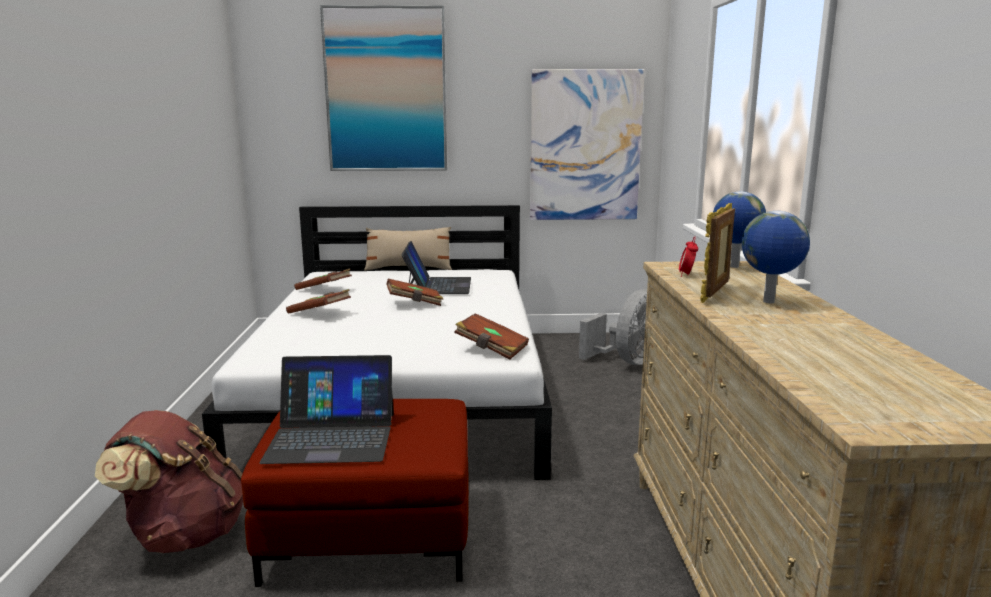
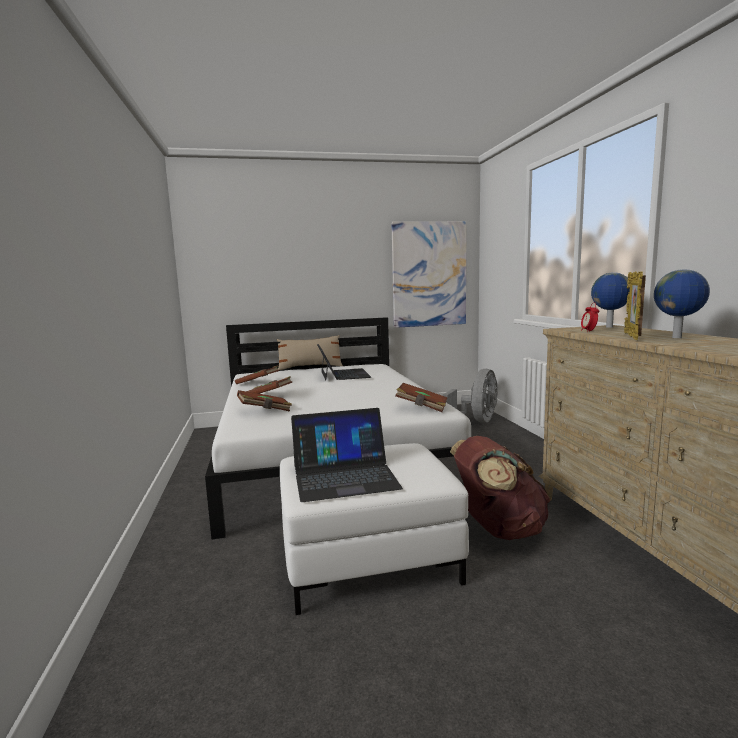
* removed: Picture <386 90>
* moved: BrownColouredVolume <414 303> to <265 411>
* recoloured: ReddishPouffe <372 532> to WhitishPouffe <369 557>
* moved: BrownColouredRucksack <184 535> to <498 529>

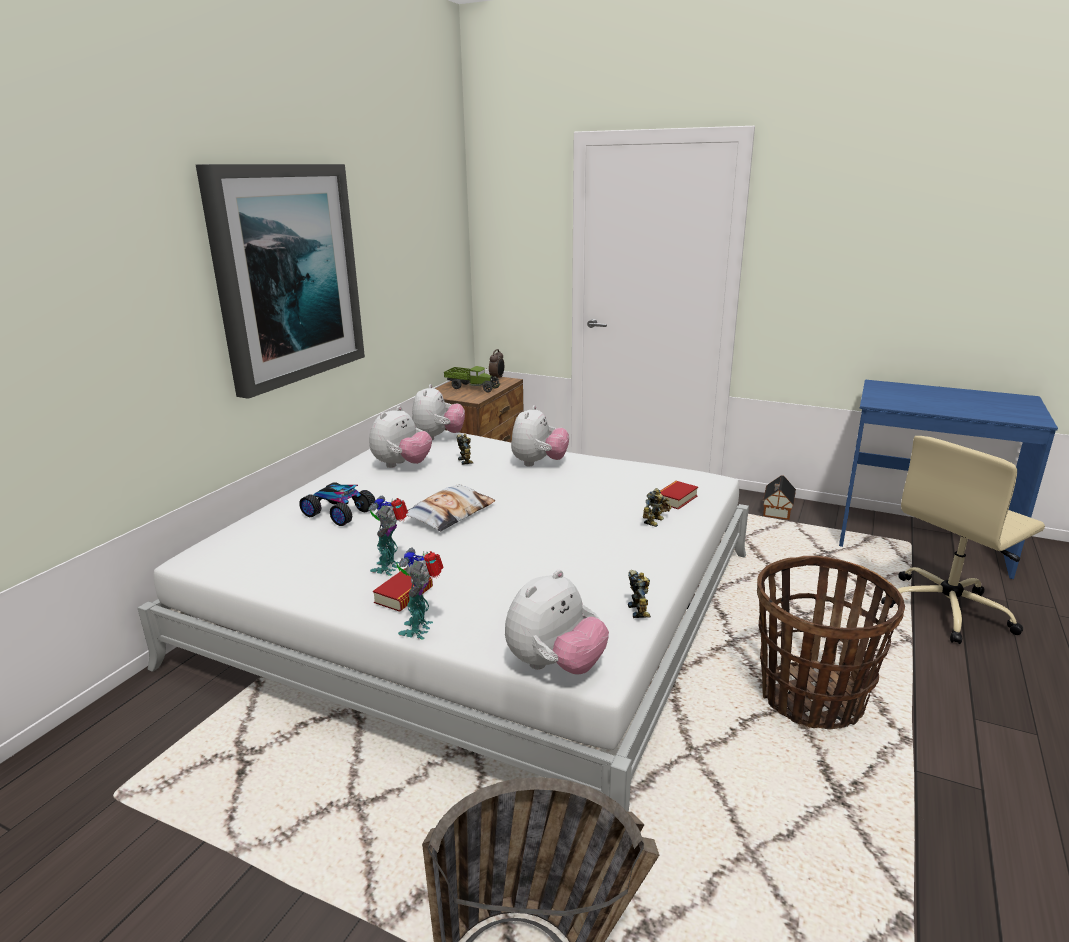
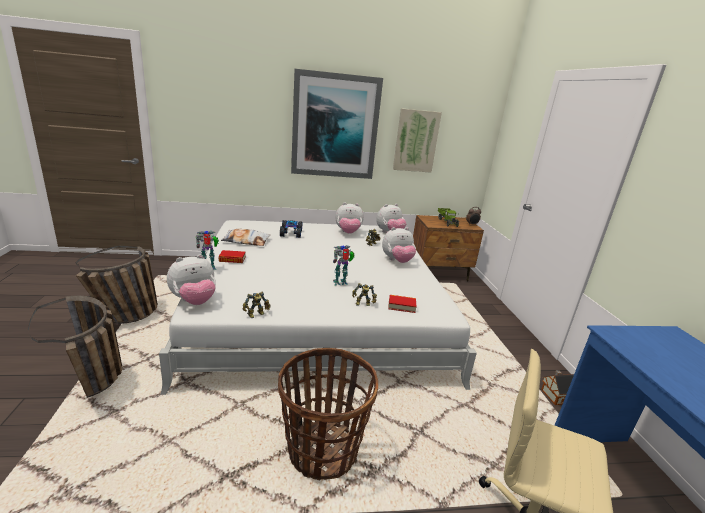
* moved: Cushion <450 513> to <246 241>
* moved: RobotFigure <390 567> to <341 283>
* turned: SoftToy <555 665> = <194 301> 45 degrees counterclockwise
* added: Picture <416 141>
* added: StorageBasket <127 318>

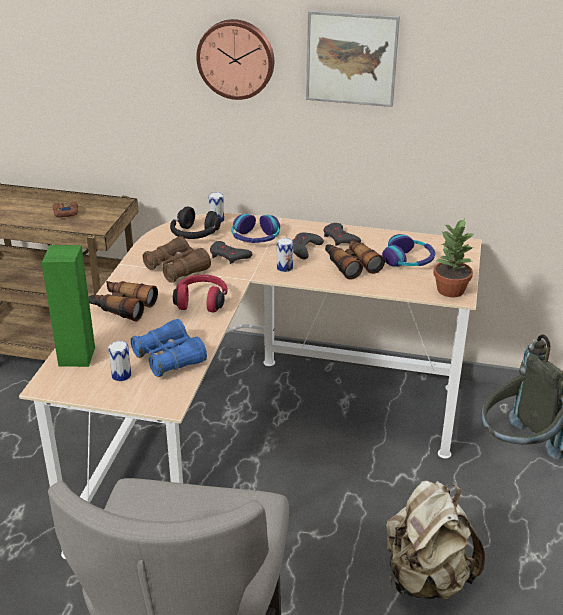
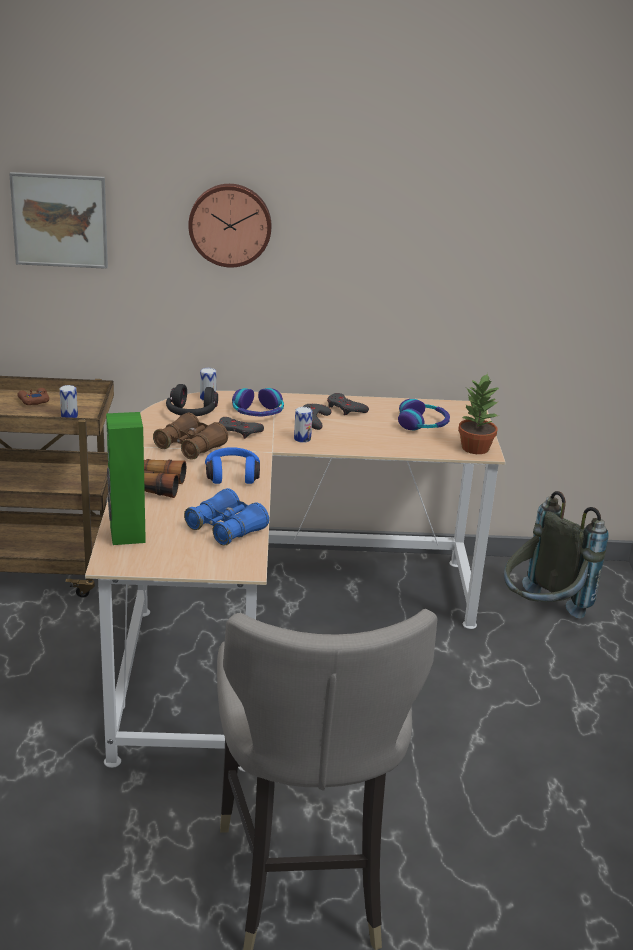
* moved: Picture <351 58> to <60 220>
* removed: FieldGlasses <351 264>
* recoloured: ReddishHeadset <201 301> to BlueHeadset <232 475>
* moved: Can <121 375> to <69 416>
* removed: SandColouredRucksack <426 579>

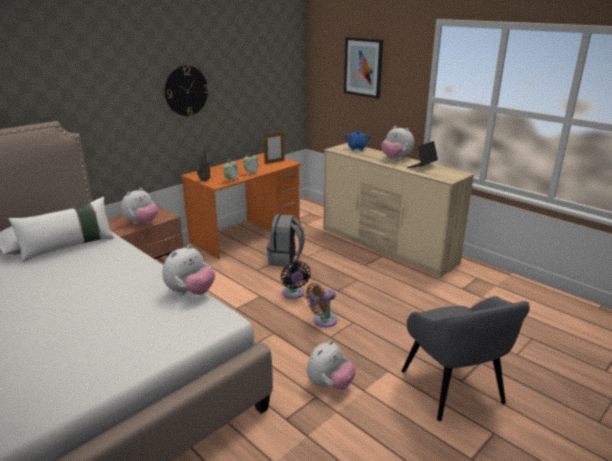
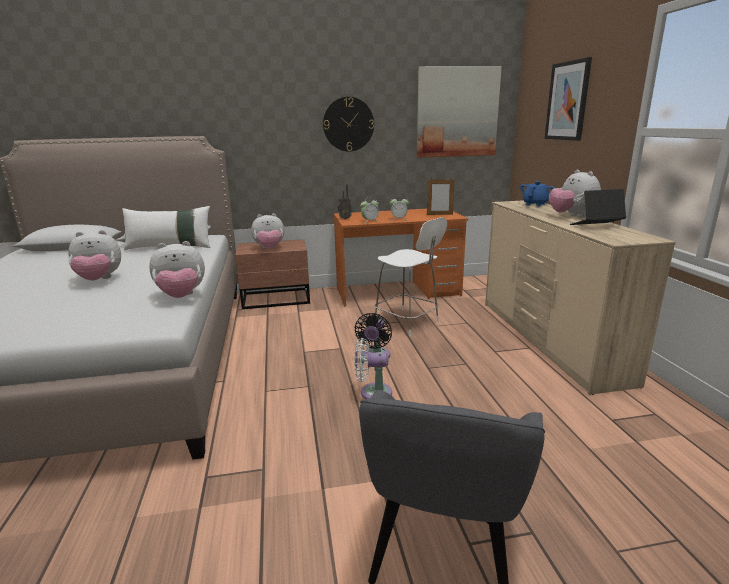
* replaced: GrayRucksack <285 259> to WhitishPlainChair <408 323>
* recoloured: BrownColouredElectricFan <322 321> to WhitishElectricFan <372 392>
* moved: SoftToy <329 384> to <99 280>
* added: Picture <457 112>

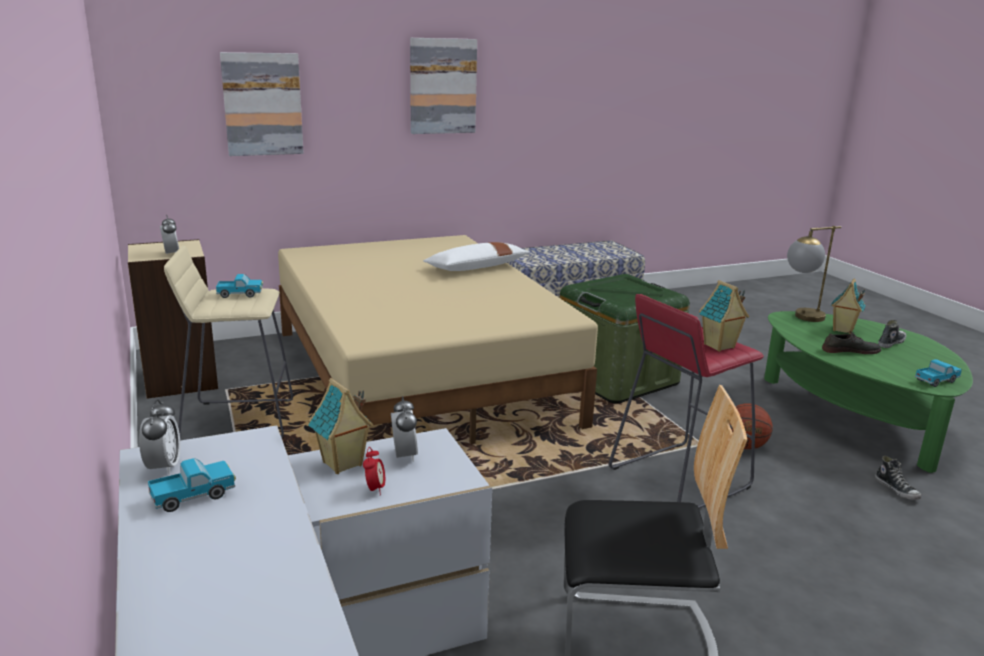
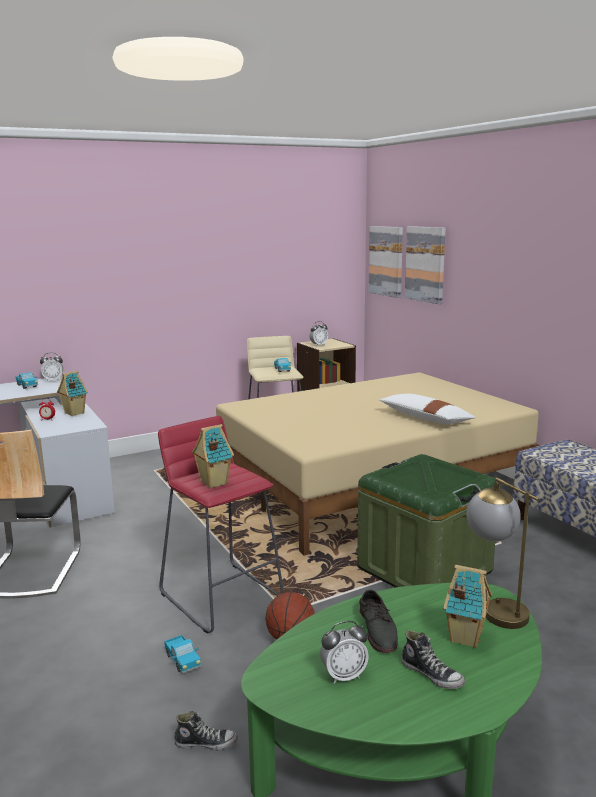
* moved: Picture <442 86> to <386 261>
* moved: ToyLorry <936 381> to <183 661>
* moved: AlarmClock <404 456> to <344 676>
* turned: Shoe <897 490> = <206 743> 150 degrees counterclockwise

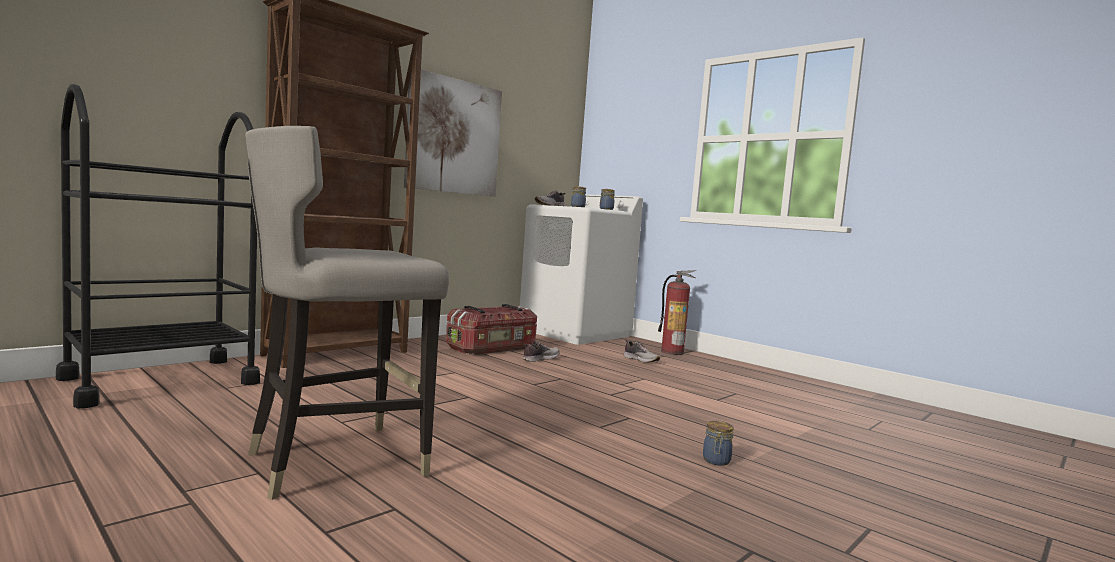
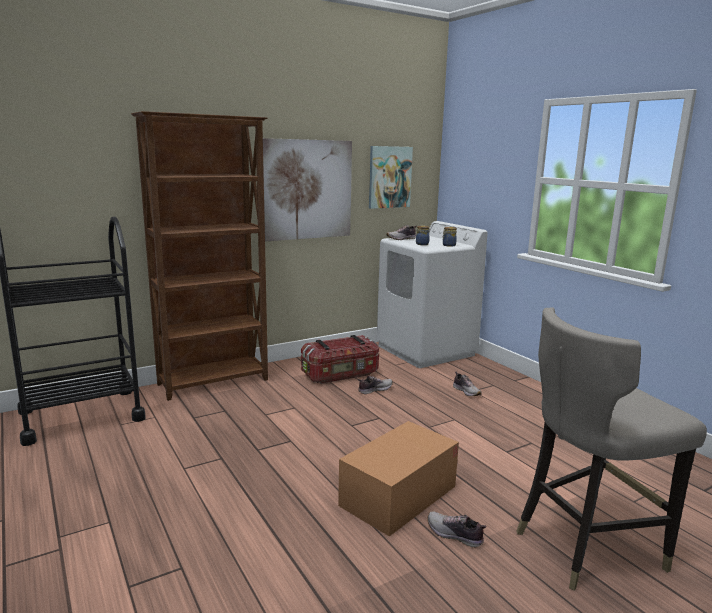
* moved: GrayStoolSeat <335 461> to <585 547>
* removed: FireExtinguisher <672 352>
* replaced: PreserveJar <716 461> to Shoe <454 535>
* added: Picture <389 177>
* added: CardboardBox <398 495>

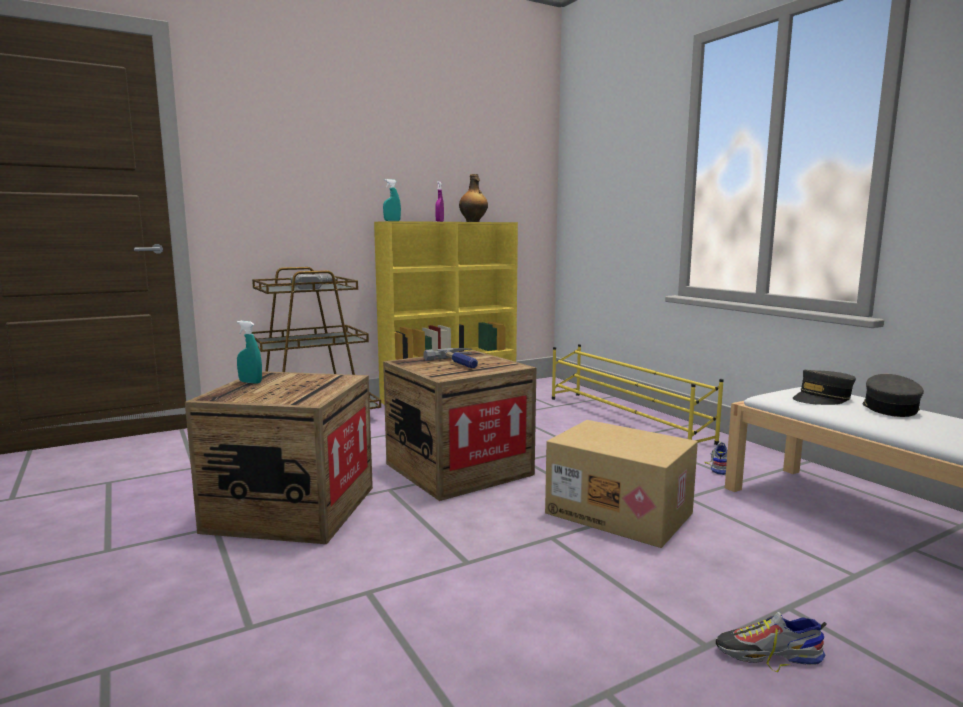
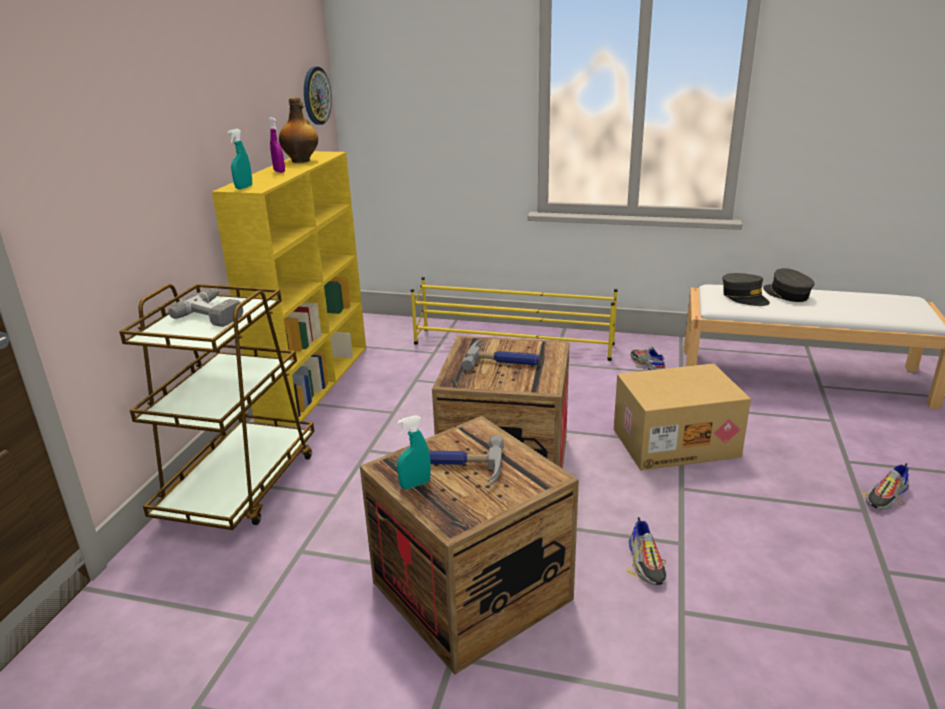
* turned: GrayPeakedCap <822 398> = <744 297> 45 degrees counterclockwise
* added: ClockOnTheWall <316 96>
* added: Hammer <456 466>
* added: Shoe <646 562>

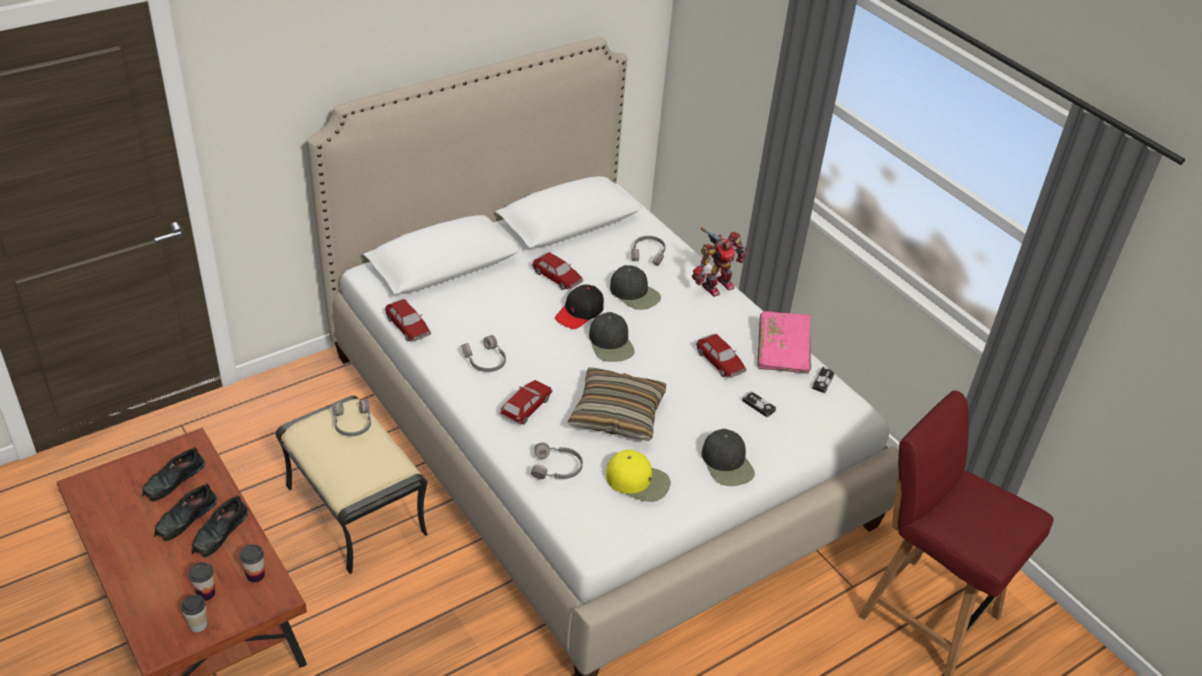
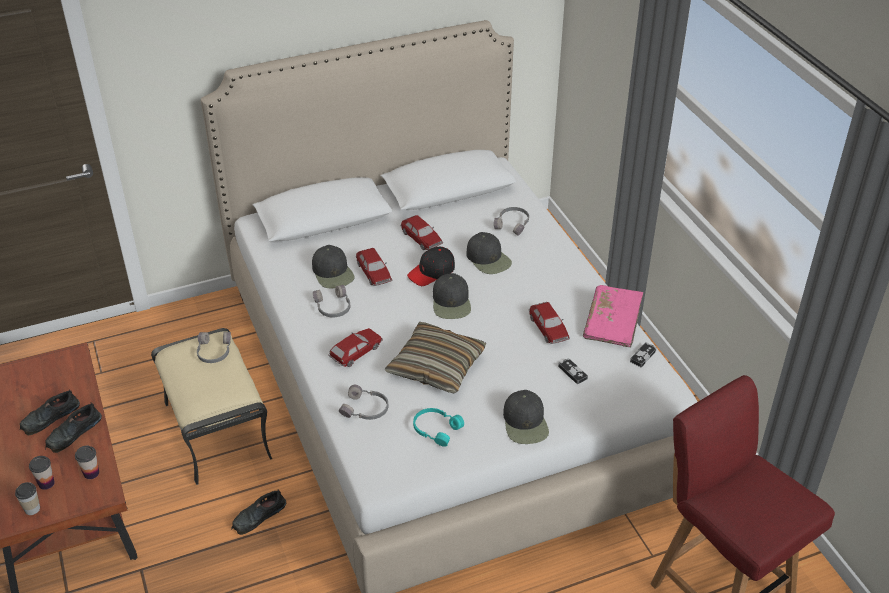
* removed: RobotFigure <716 285>
* moved: ModelCar <408 327> to <374 273>
* moved: BlackShoe <173 480> to <258 517>
* replaced: YellowColouredPeakedCap <638 481> to BlueGreenHeadset <436 429>
* added: BlackPeakedCap <333 273>

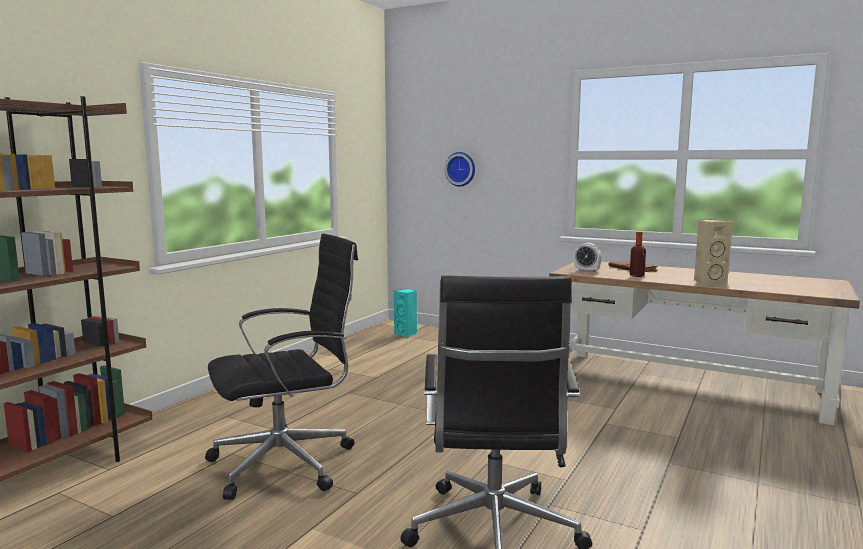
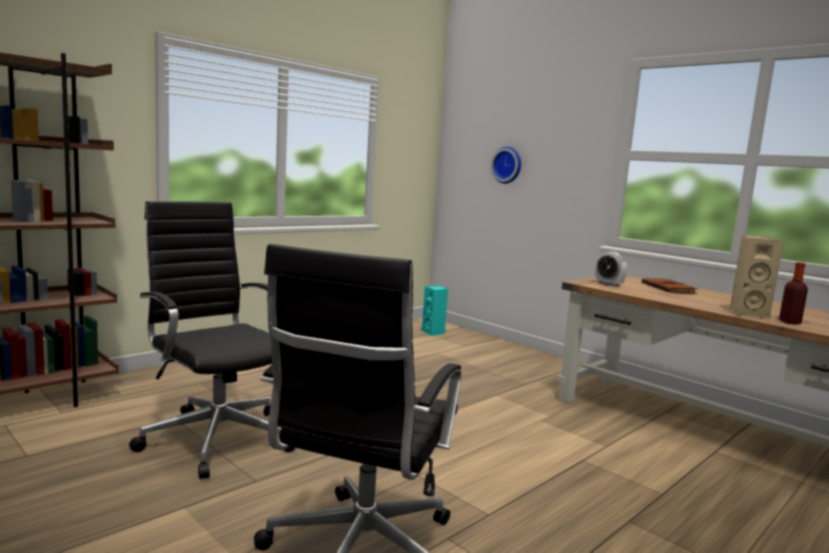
* moved: BeverageBottle <636 275> to <789 322>
* turned: BlackComputerChair <287 463> = <216 437> 120 degrees counterclockwise

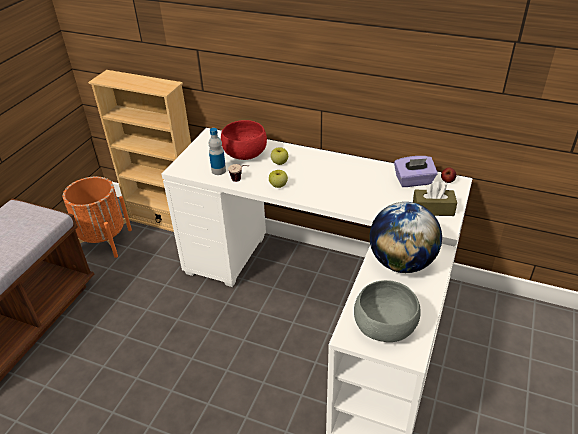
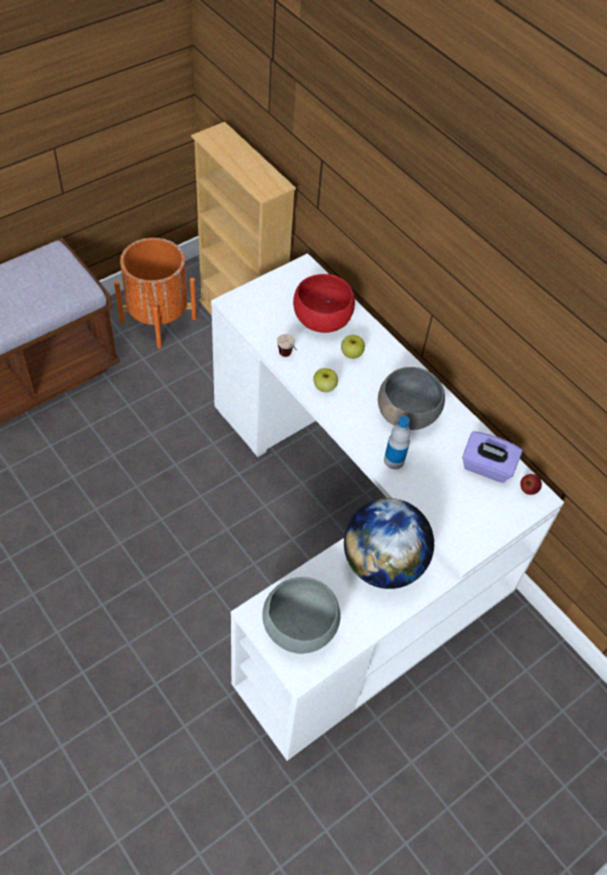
* moved: BeverageBottle <218 171> to <394 460>
* removed: BrownColouredTissueHolder <433 209>
* added: GrayServingBowl <406 414>

